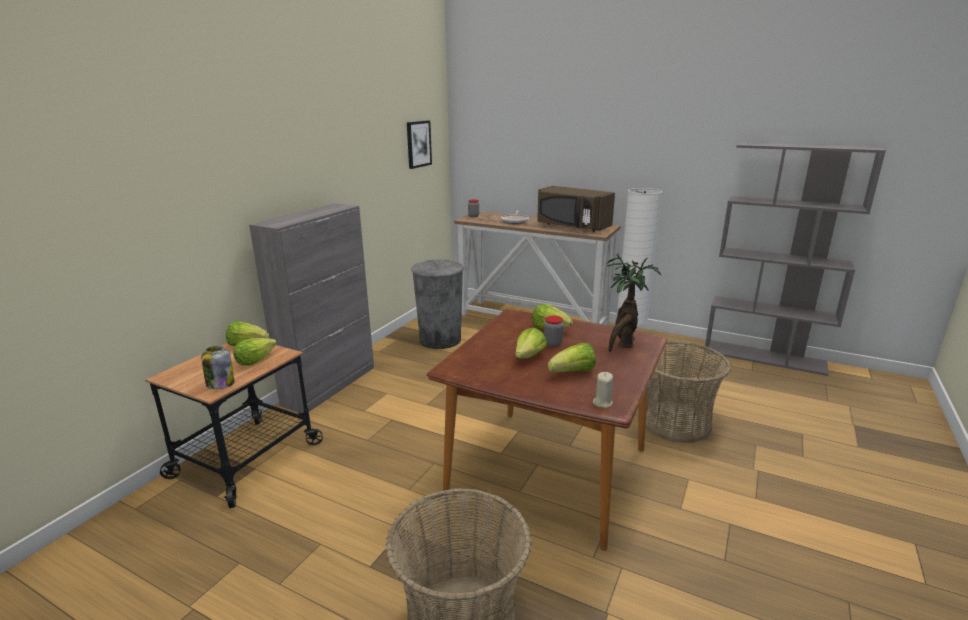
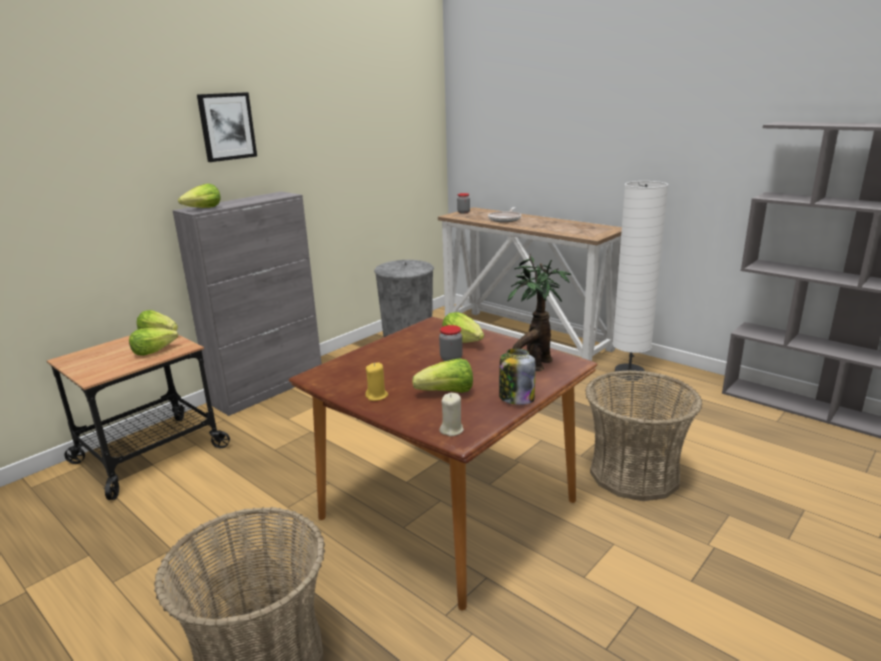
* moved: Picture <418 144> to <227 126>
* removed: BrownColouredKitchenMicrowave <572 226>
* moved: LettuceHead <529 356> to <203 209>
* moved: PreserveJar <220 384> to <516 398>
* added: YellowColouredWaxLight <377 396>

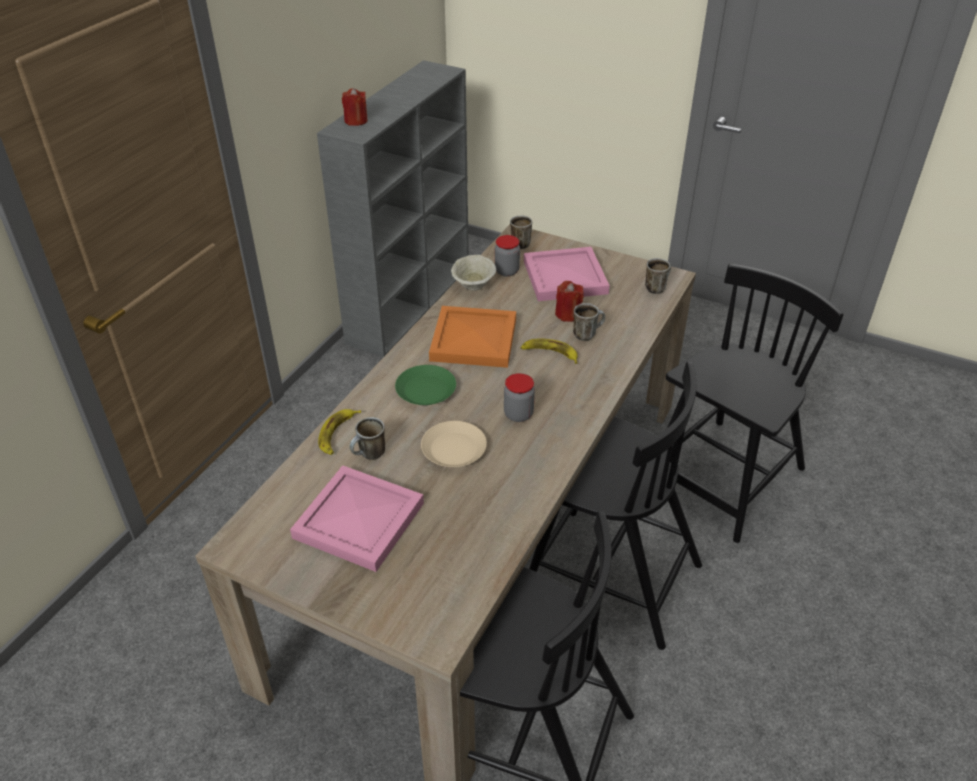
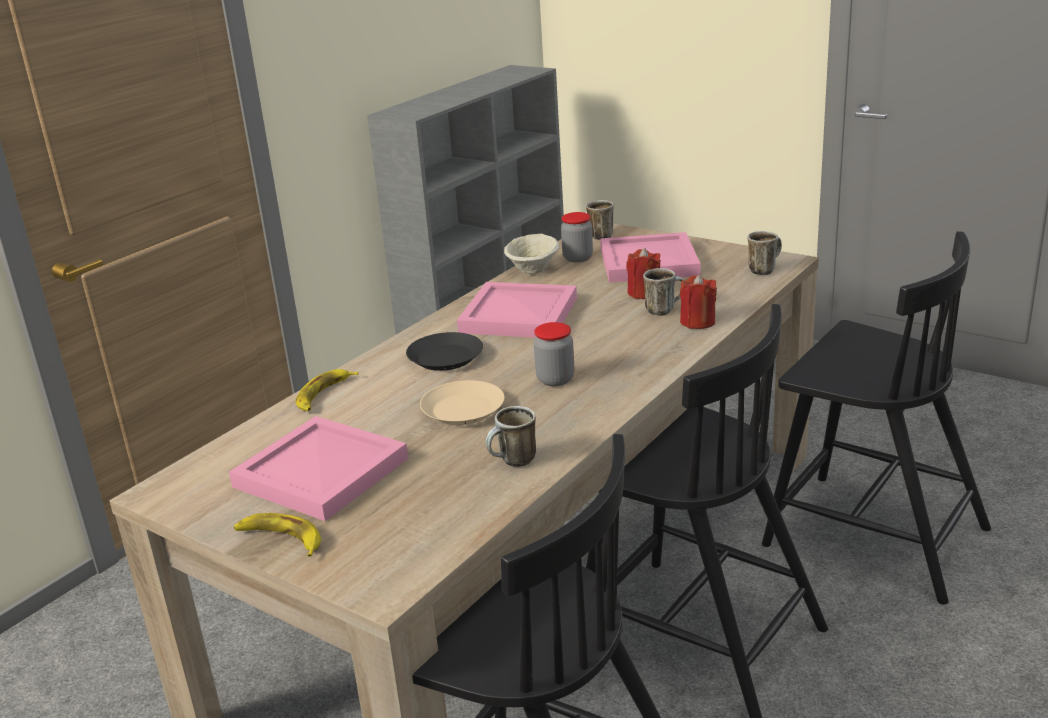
* moved: ReddishWaxLight <356 121> to <697 322>
* turned: BlackPlainChair <724 480> = <871 535> 75 degrees clockwise
* recoloured: OrangeColouredTray <475 339> to PinkishTray <521 314>
* moved: BananaFruit <550 353> to <281 539>
* recoloured: GreenColouredPlate <426 390> to BlackPlate <446 358>
* moved: CoffeeMug <369 456> to <513 462>

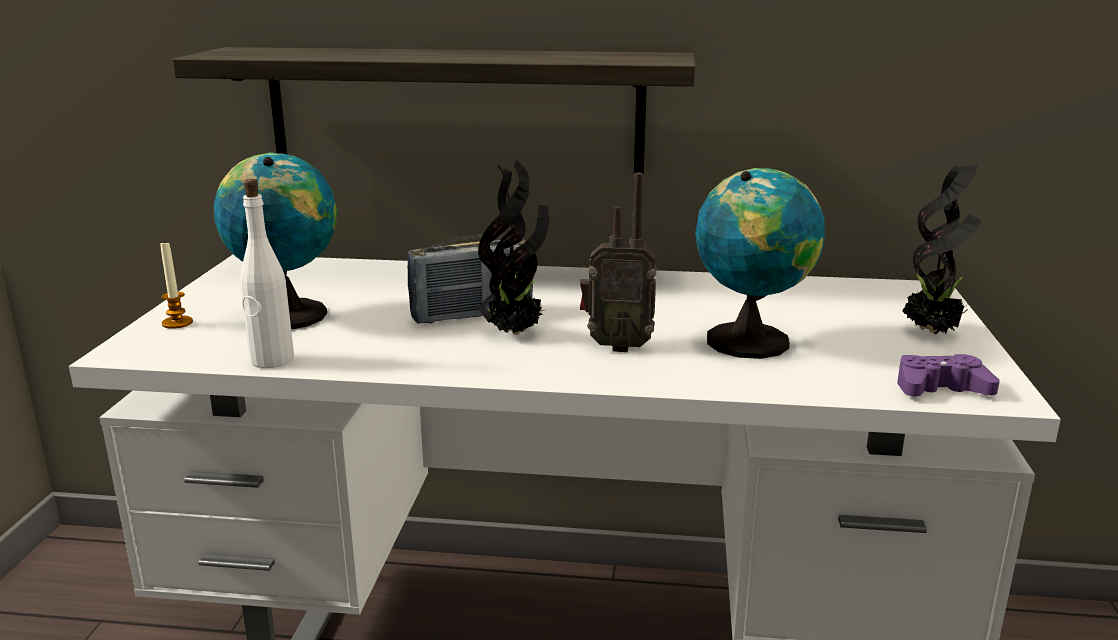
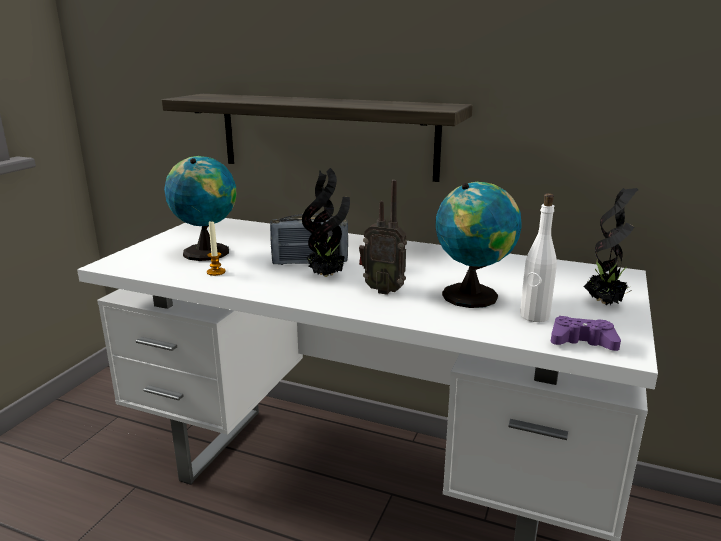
* moved: WhitishBeverageBottle <271 360> to <534 316>
* moved: WaxLight <177 323> to <216 272>

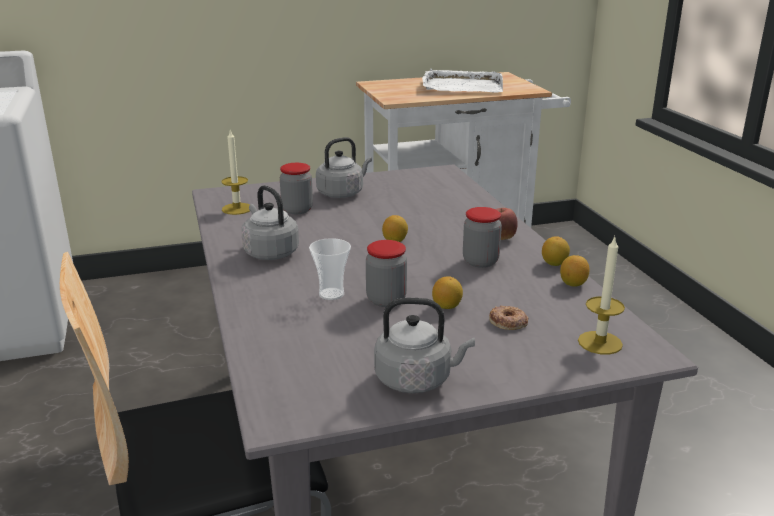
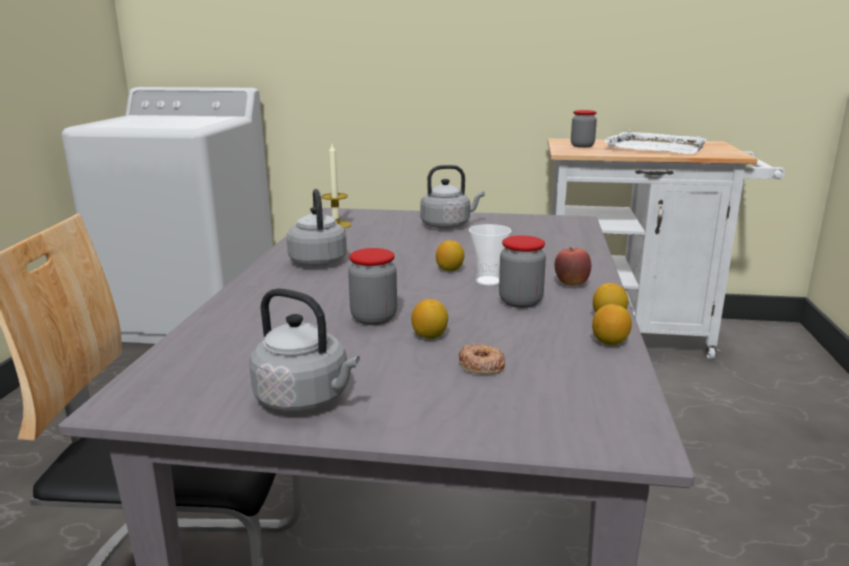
* moved: PreserveJar <297 210> to <582 146>
* removed: WaxLight <600 342>
* moved: SmallCup <331 294> to <488 281>

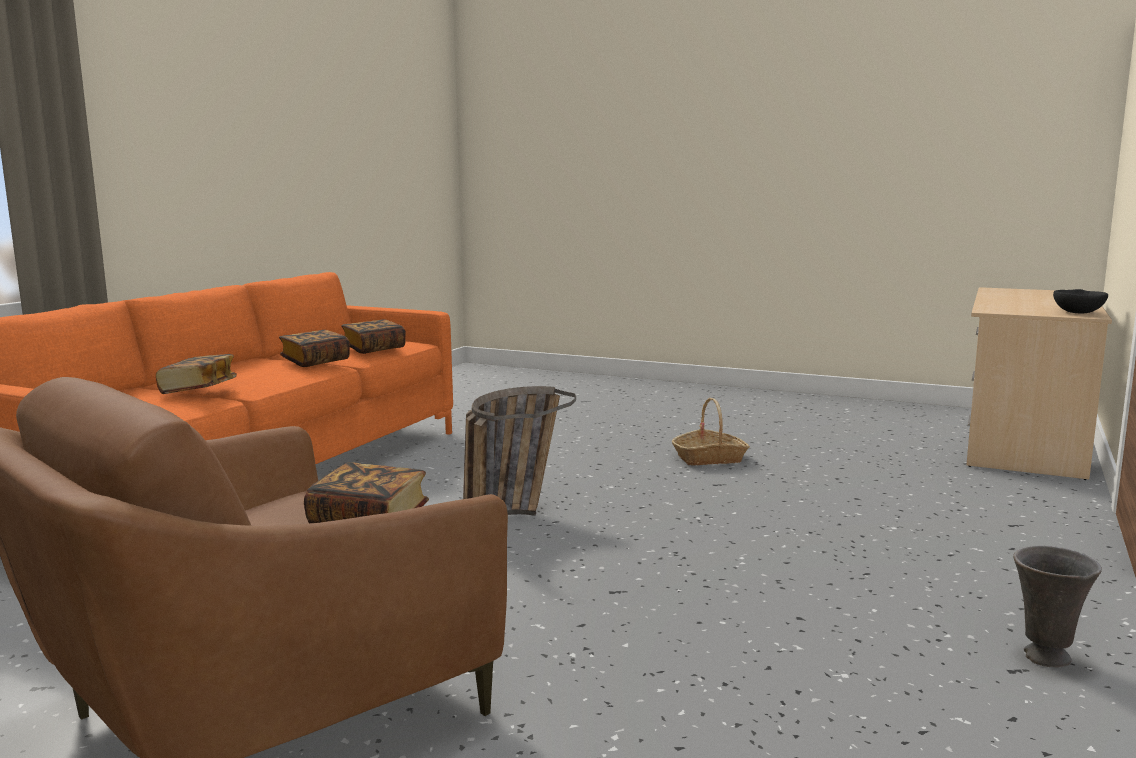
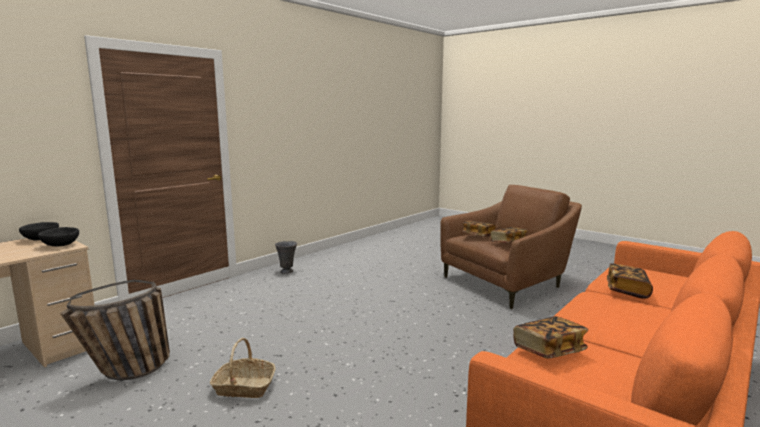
* moved: Volume <315 361> to <508 243>
* moved: StorageBasket <511 520> to <126 373>
* added: BlackServingBowl <60 245>

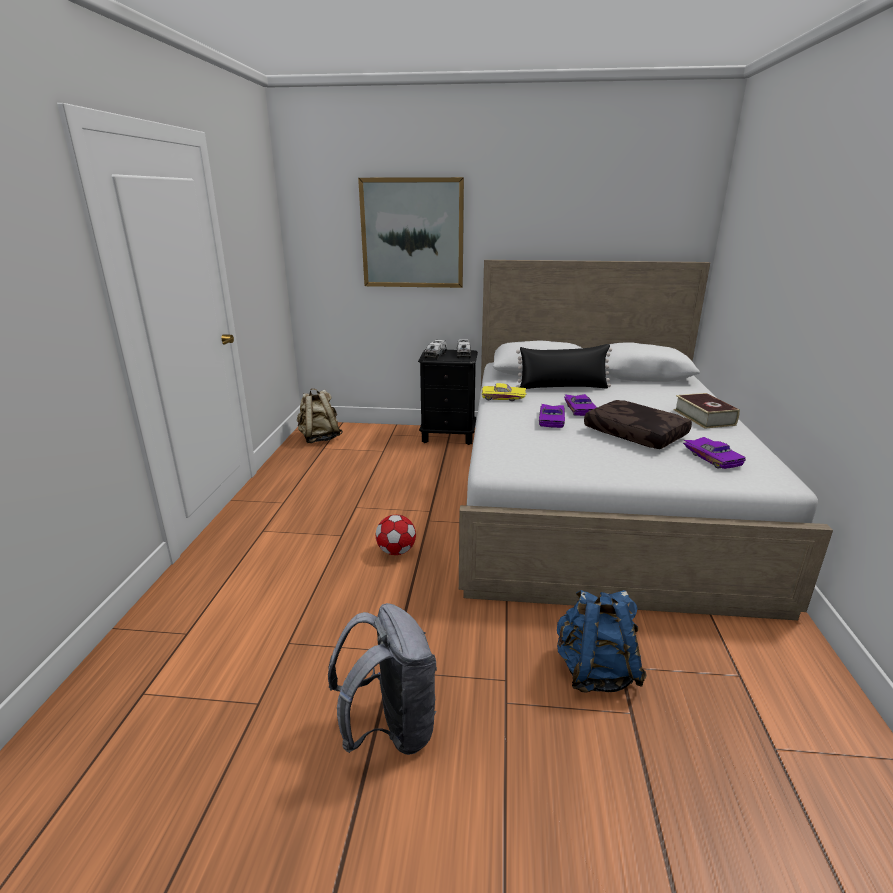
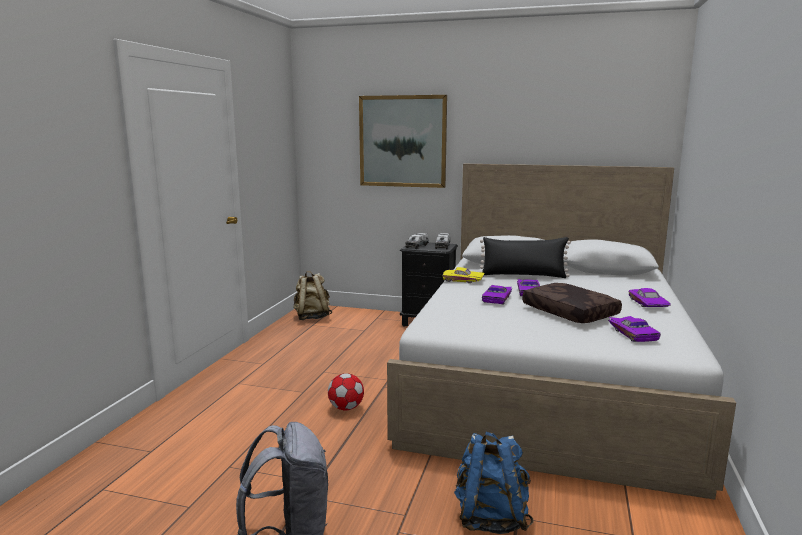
* replaced: Volume <704 417> to PurpleModelCar <646 304>

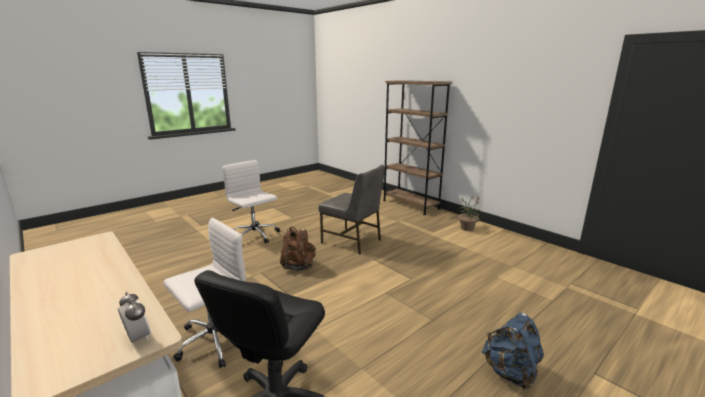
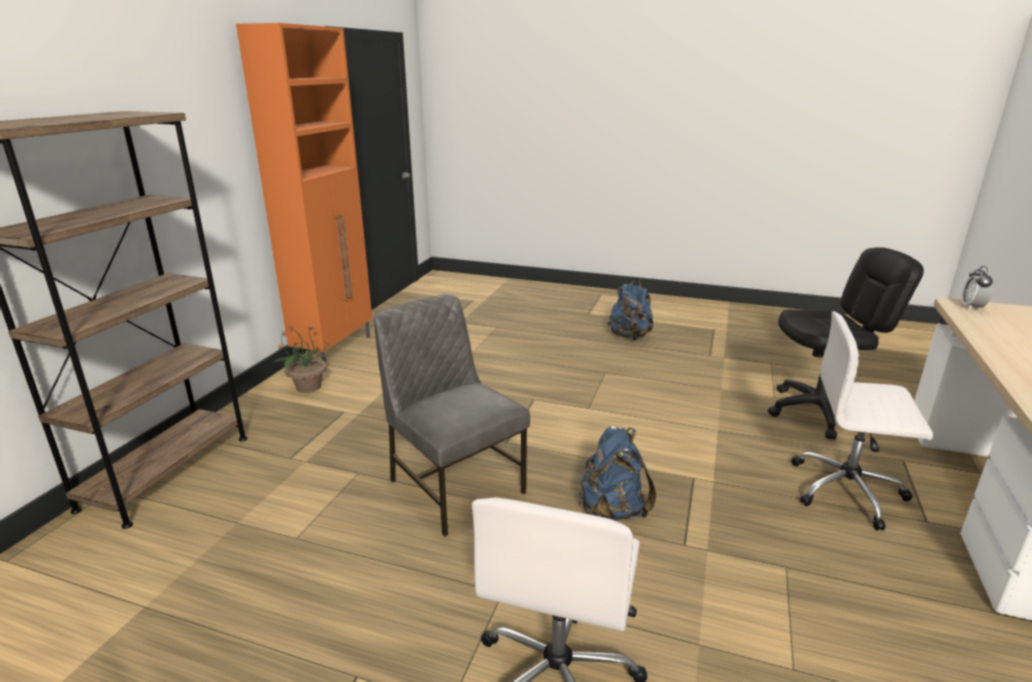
* turned: GrayPlainChair <352 241> = <454 486> 45 degrees counterclockwise
* recoloured: BrownColouredRucksack <298 266> to BlueRucksack <612 509>
* added: OrangeColouredStorageCabinet <335 349>

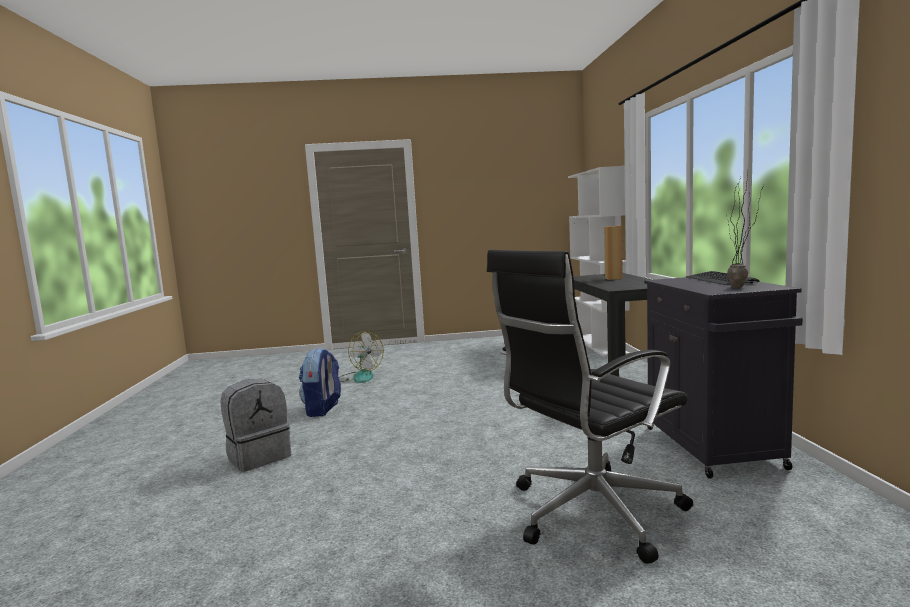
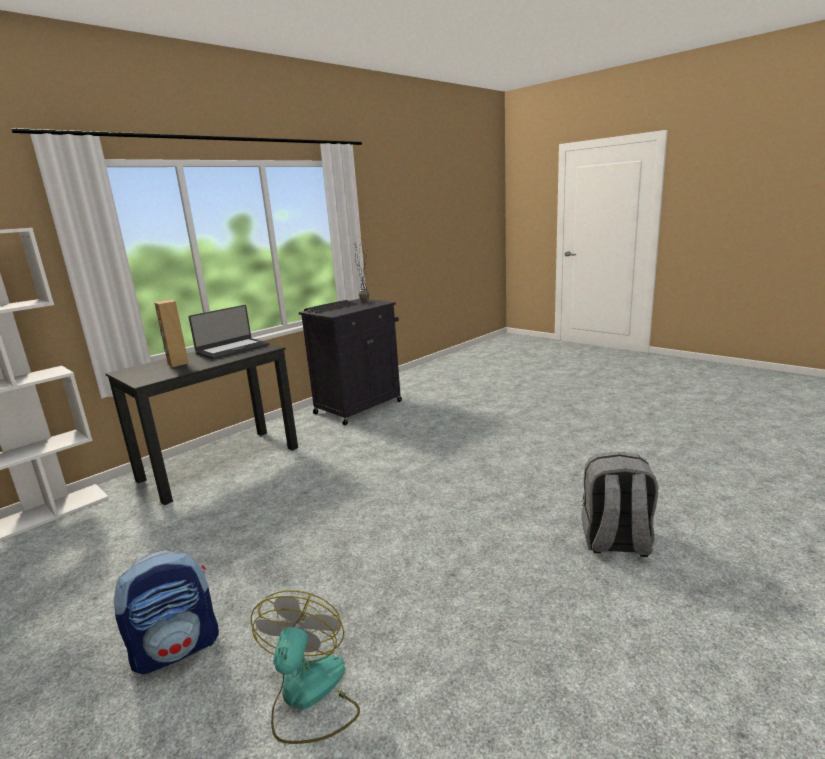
* removed: BlackComputerChair <590 513>
* moved: Rucksack <323 410> to <177 648>
* added: PortableComputer <232 349>

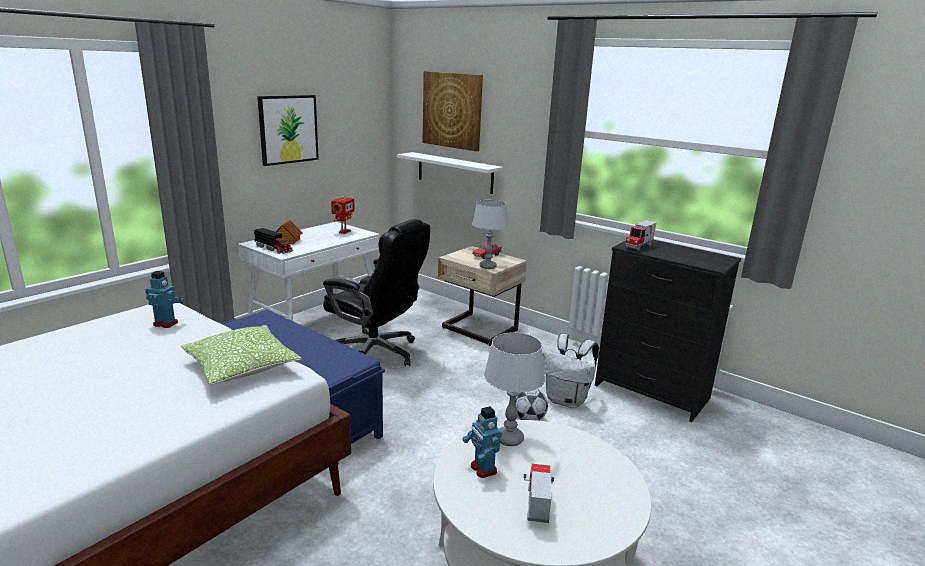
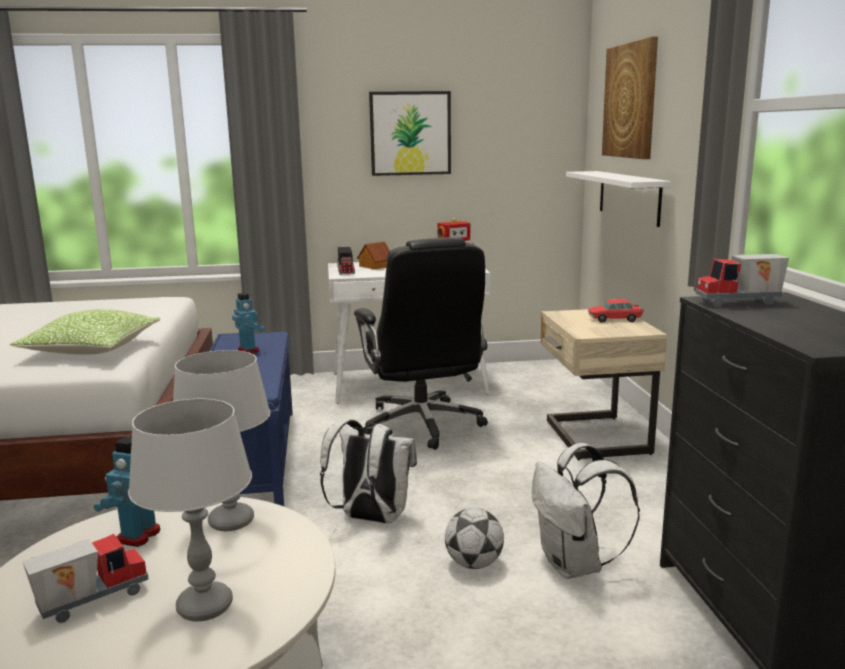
* moved: GrayTableLamp <488 266> to <205 607>
* moved: RobotFigure <166 323> to <249 350>
* added: WhitishRucksack <370 518>

